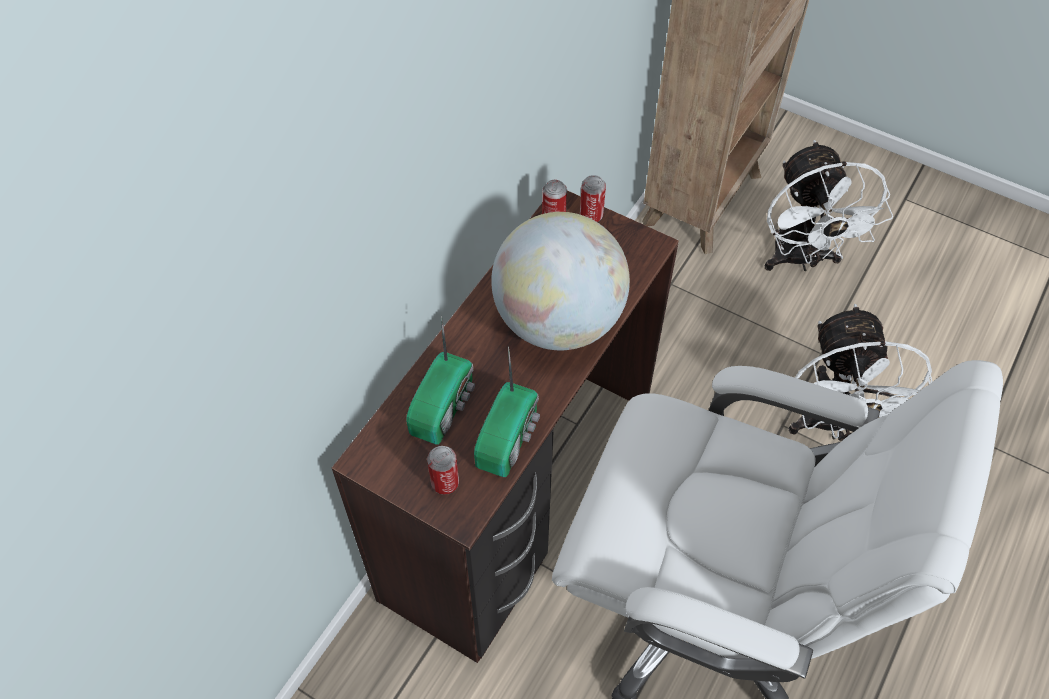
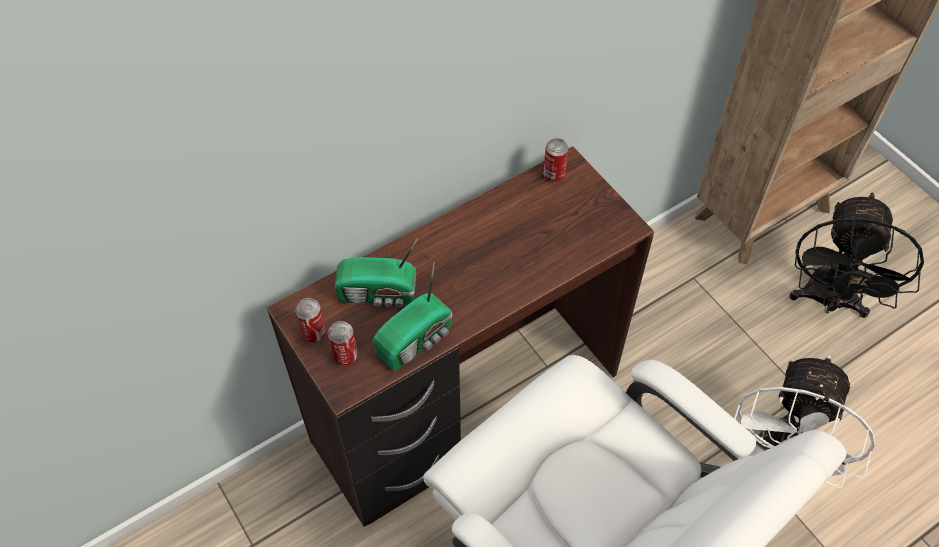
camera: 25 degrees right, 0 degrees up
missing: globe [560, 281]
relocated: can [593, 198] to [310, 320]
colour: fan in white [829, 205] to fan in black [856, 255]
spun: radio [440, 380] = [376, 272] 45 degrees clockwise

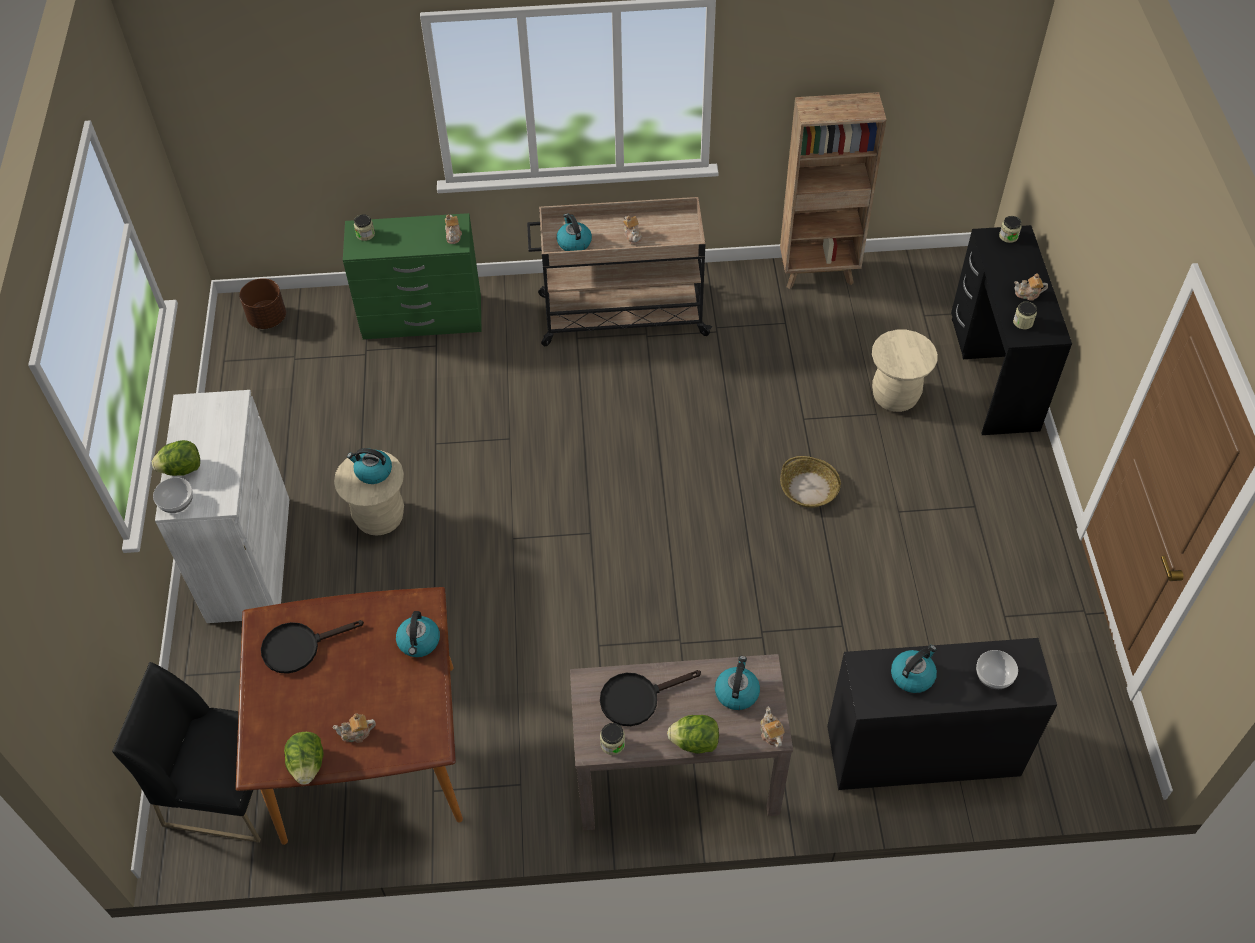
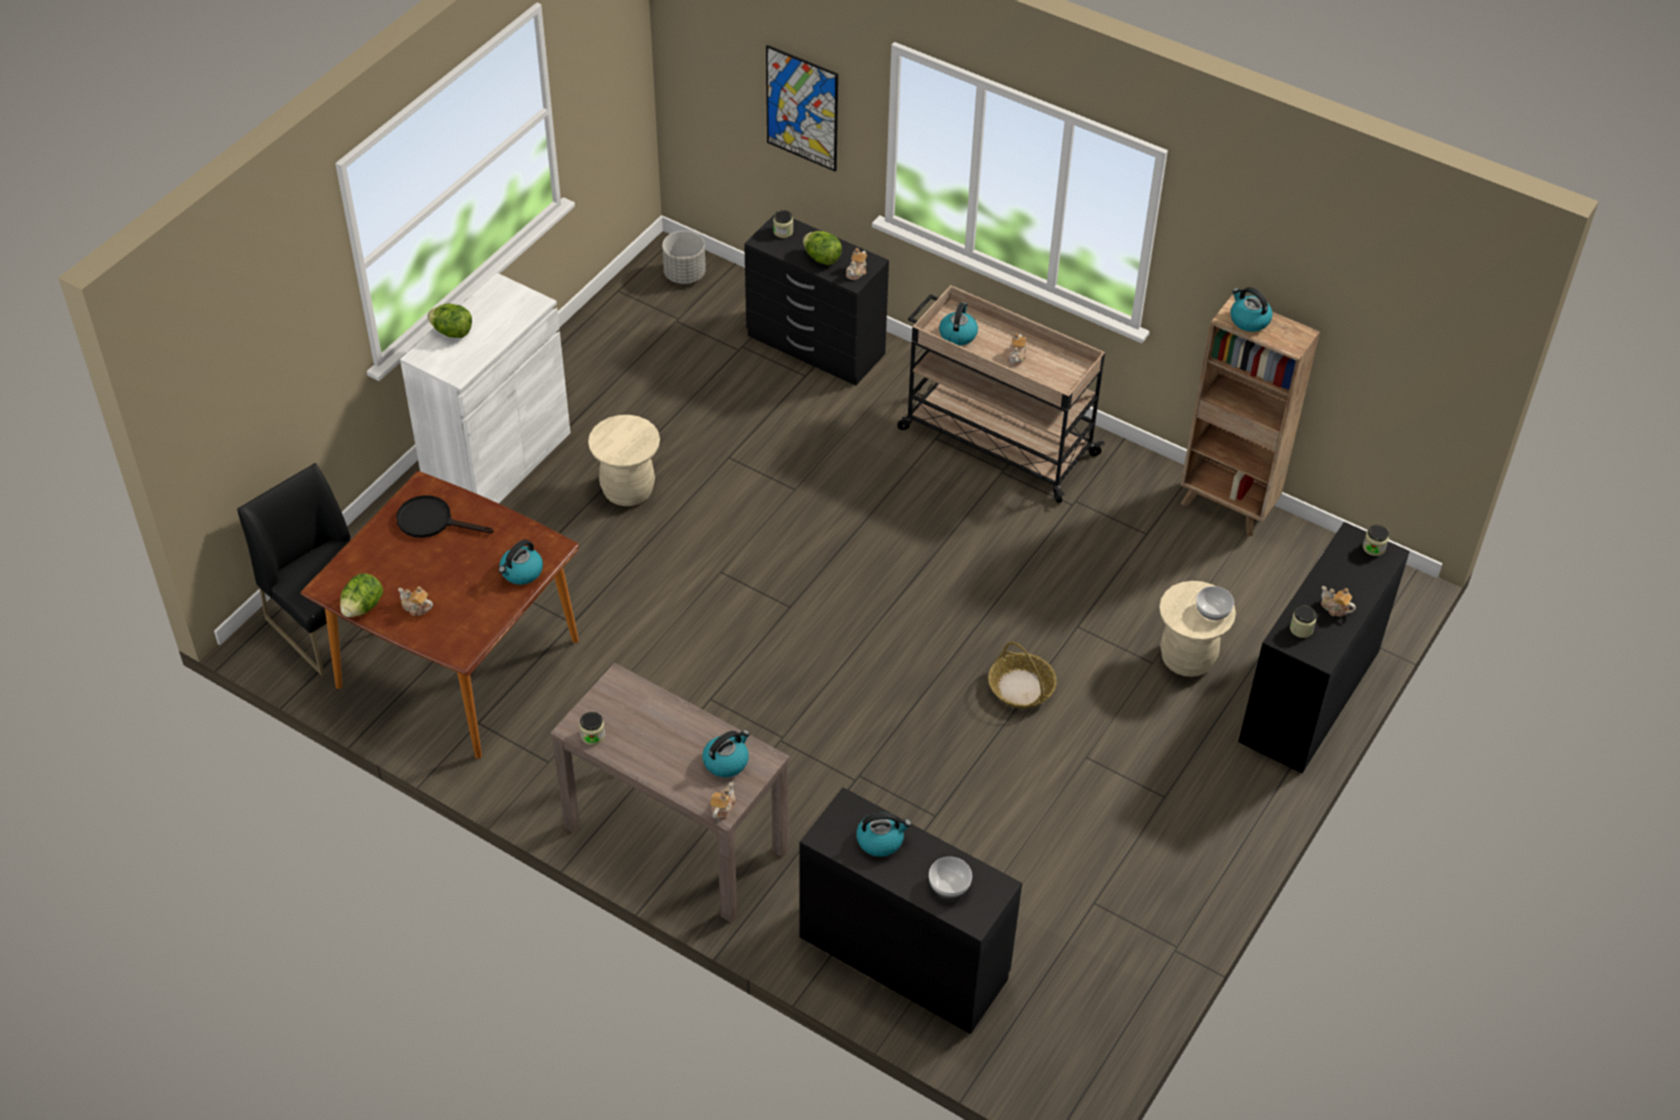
camera: 35 degrees right, 5 degrees down
missing: frying pan in black [650, 698]
appeared: picture [802, 108]
relocated: bowl [173, 495] to [1215, 603]; kettle [369, 466] to [1251, 309]; lettuce [693, 734] to [822, 248]
colour: planter in brown [262, 303] to planter in grey [684, 257]; dresser in green [412, 276] to dresser in black [816, 300]

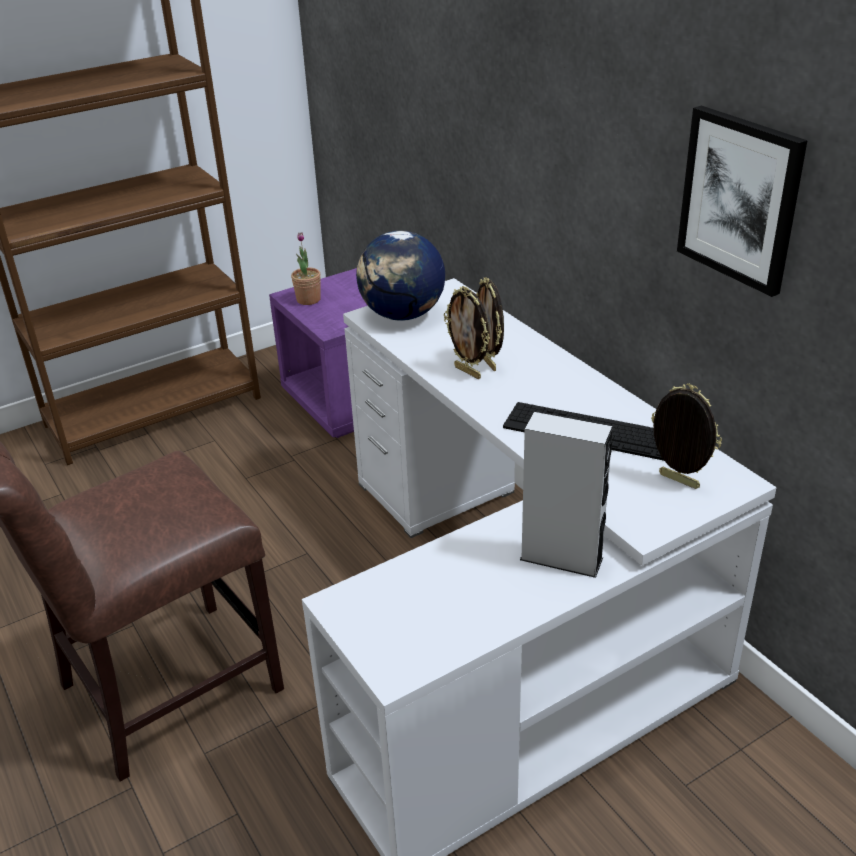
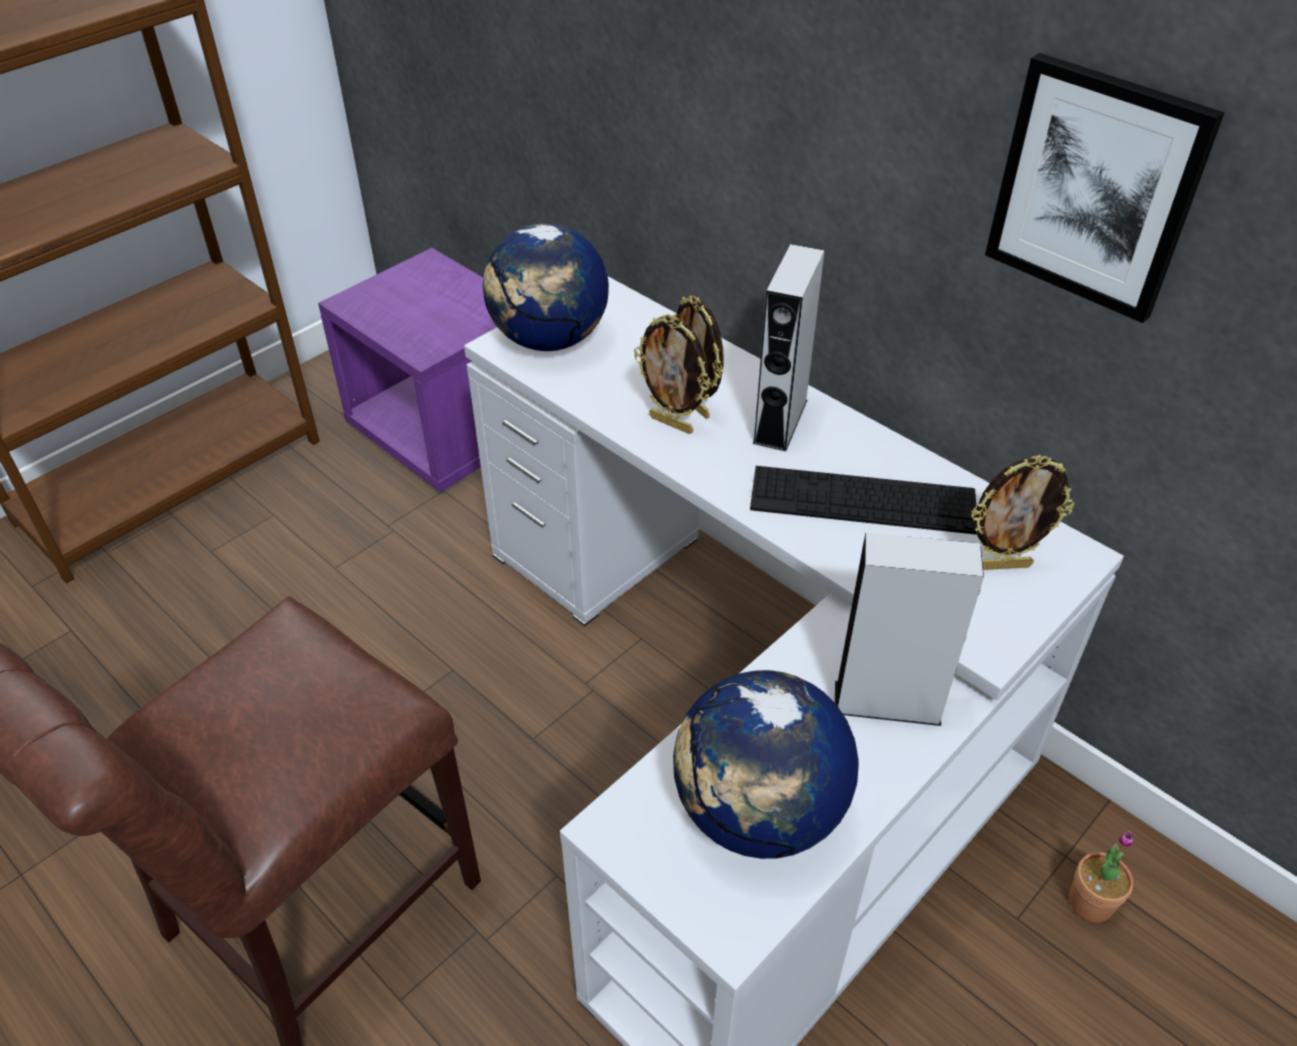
camera: 15 degrees left, 10 degrees up
appeared: globe [766, 764]; speaker in grey [788, 347]
relocated: potted plant [306, 268] to [1101, 876]
spun: picture frame [686, 436] = [1022, 512] 150 degrees clockwise

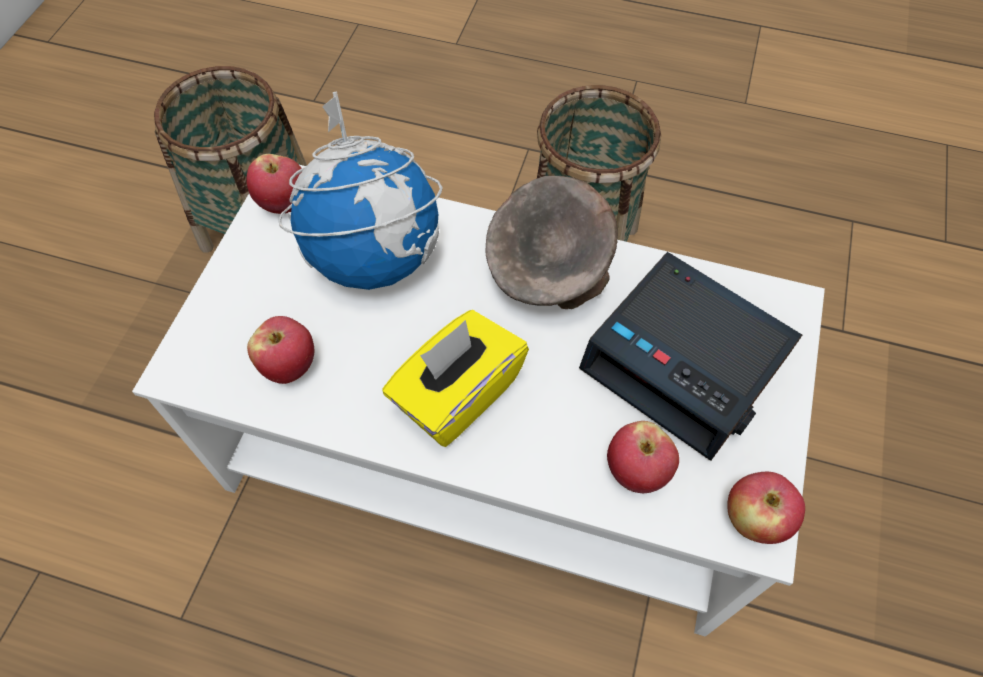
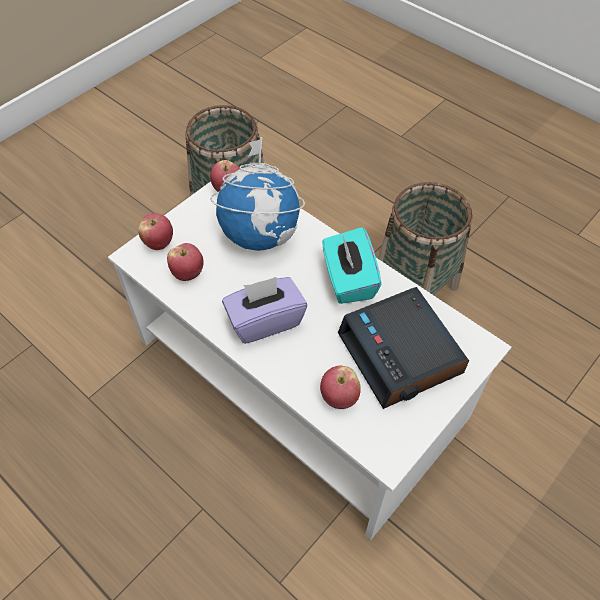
camera: 25 degrees right, 5 degrees down
relocated: apple [766, 508] to [155, 231]
exchanged: bowl in grey [551, 242] to tissue box in turquoise [351, 265]
colour: tissue box in yellow [455, 378] to tissue box in purple [264, 310]

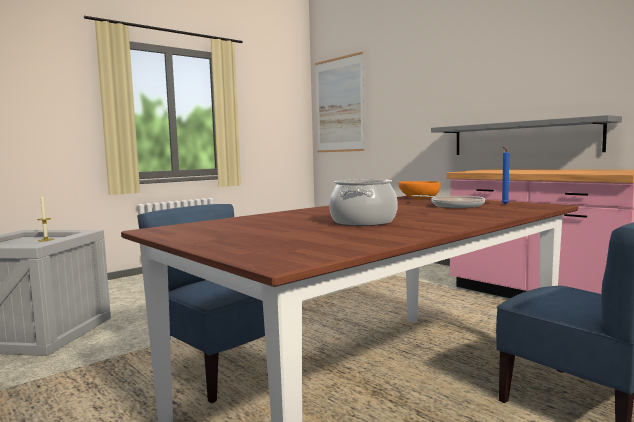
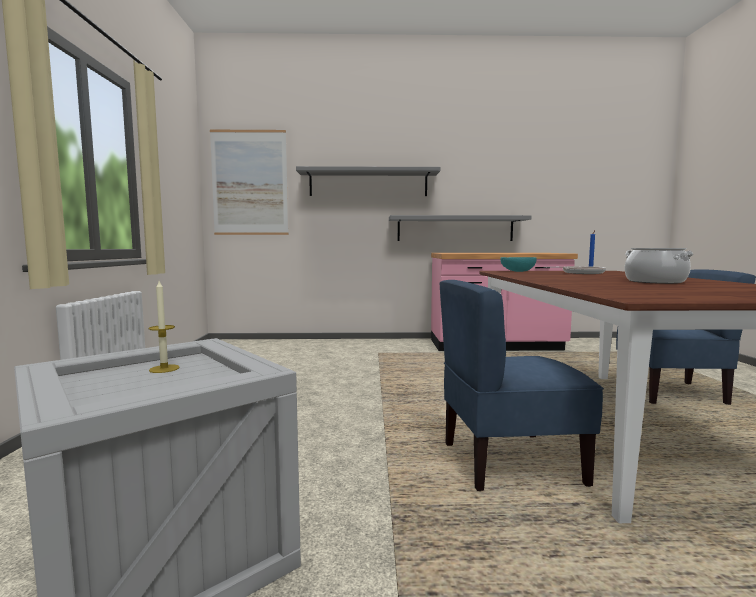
camera: 50 degrees left, 0 degrees up
appeared: shelf in grey [368, 181]
colour: bowl in orange [419, 190] to bowl in turquoise [519, 264]

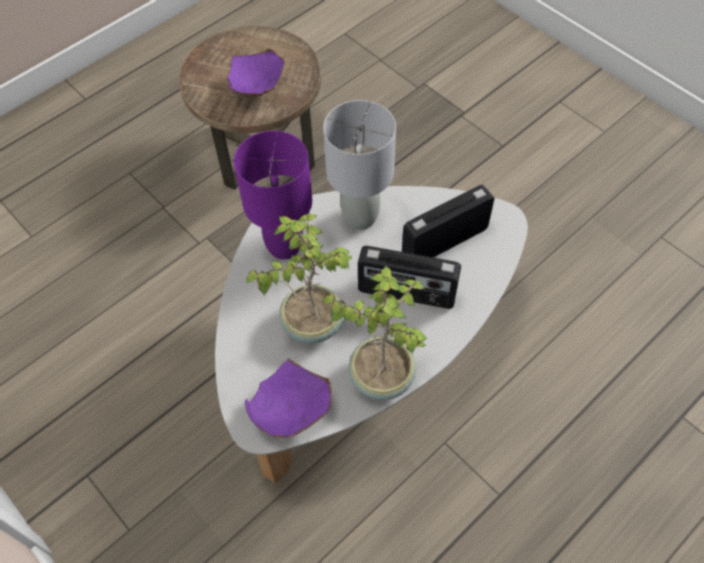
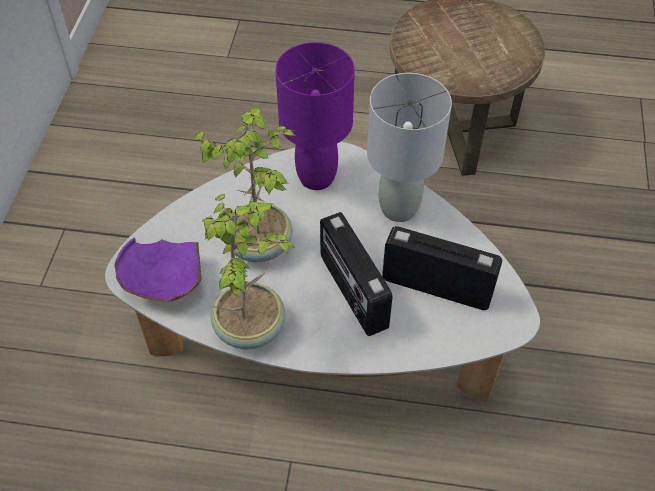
camera: 50 degrees right, 5 degrees down
missing: bowl in purple [256, 72]

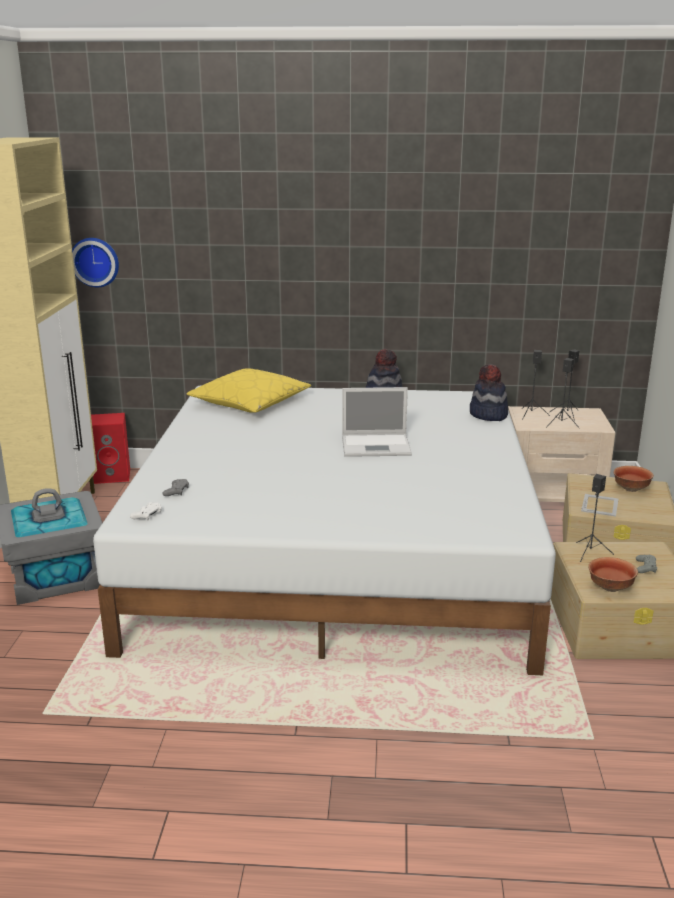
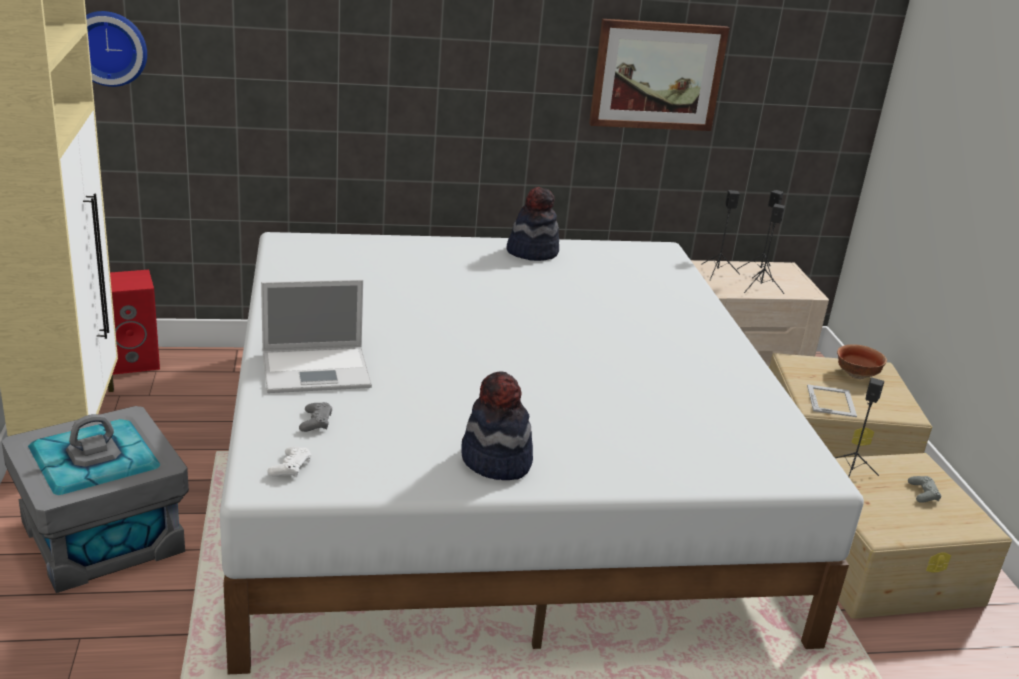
camera: 15 degrees left, 5 degrees up
missing: pillow in yellow [248, 390]; bowl [613, 574]
appeared: picture [659, 75]
relocated: laptop [377, 422] to [316, 336]; hat [489, 392] to [497, 425]

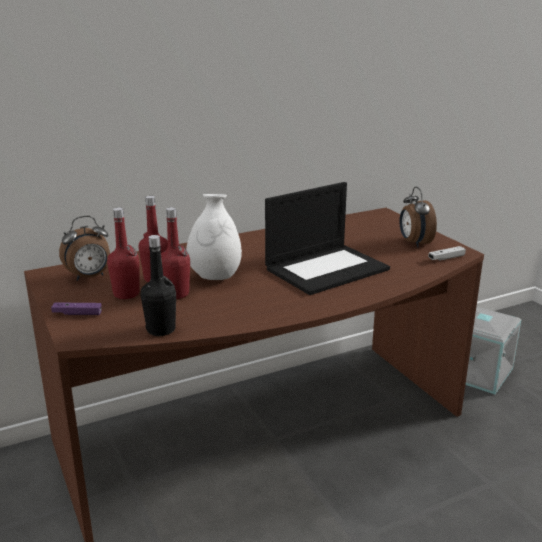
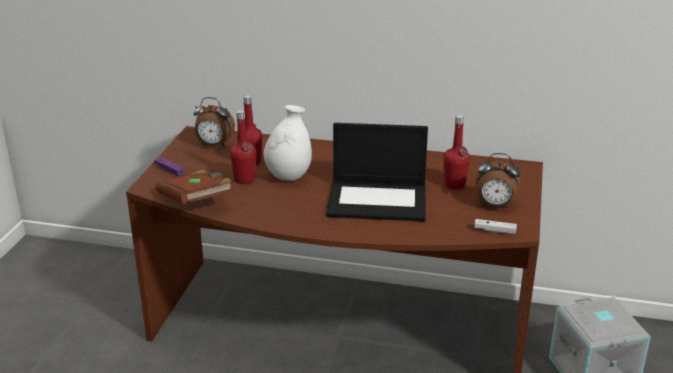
camera: 40 degrees right, 5 degrees up
relocated: bottle in red [123, 253] to [456, 152]
exchanged: bottle in black [158, 285] to book in brown [194, 187]
spun: alarm clock [418, 217] = [498, 181] 105 degrees counterclockwise

